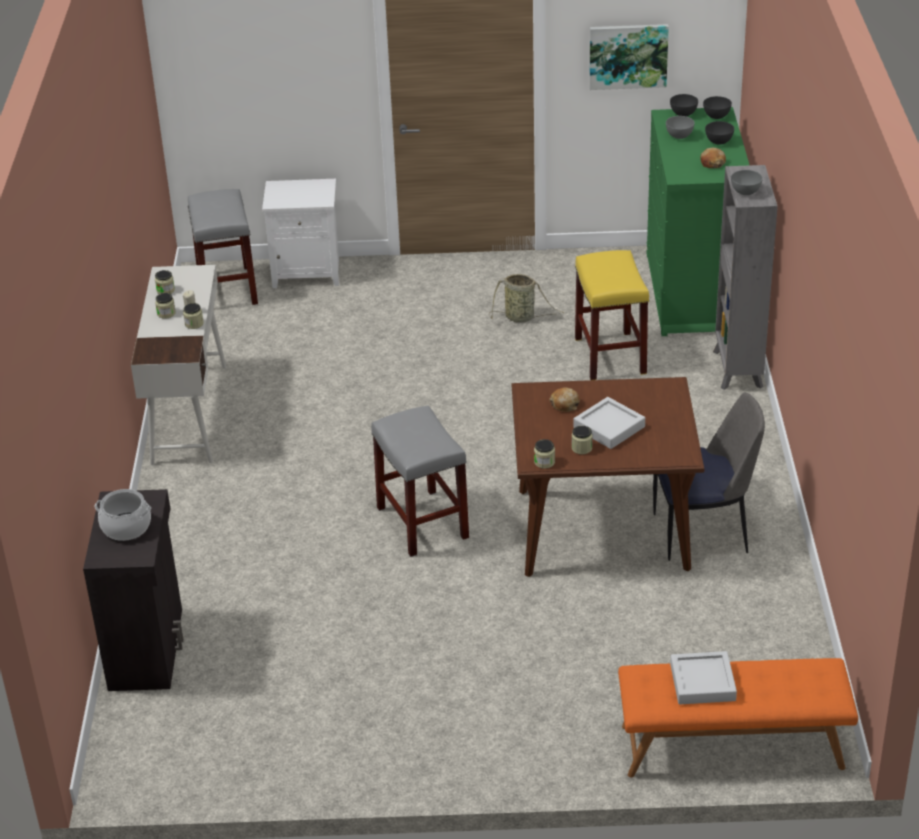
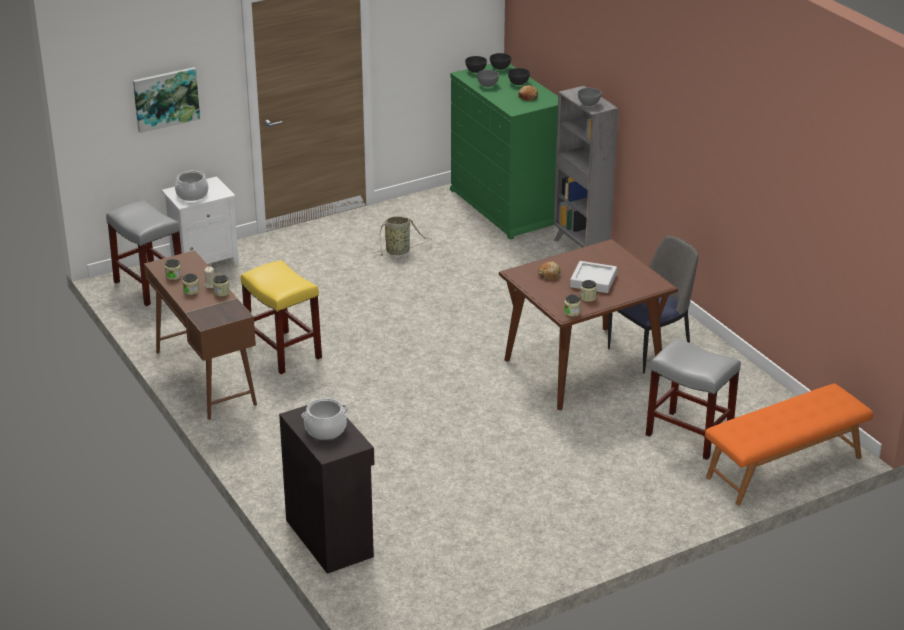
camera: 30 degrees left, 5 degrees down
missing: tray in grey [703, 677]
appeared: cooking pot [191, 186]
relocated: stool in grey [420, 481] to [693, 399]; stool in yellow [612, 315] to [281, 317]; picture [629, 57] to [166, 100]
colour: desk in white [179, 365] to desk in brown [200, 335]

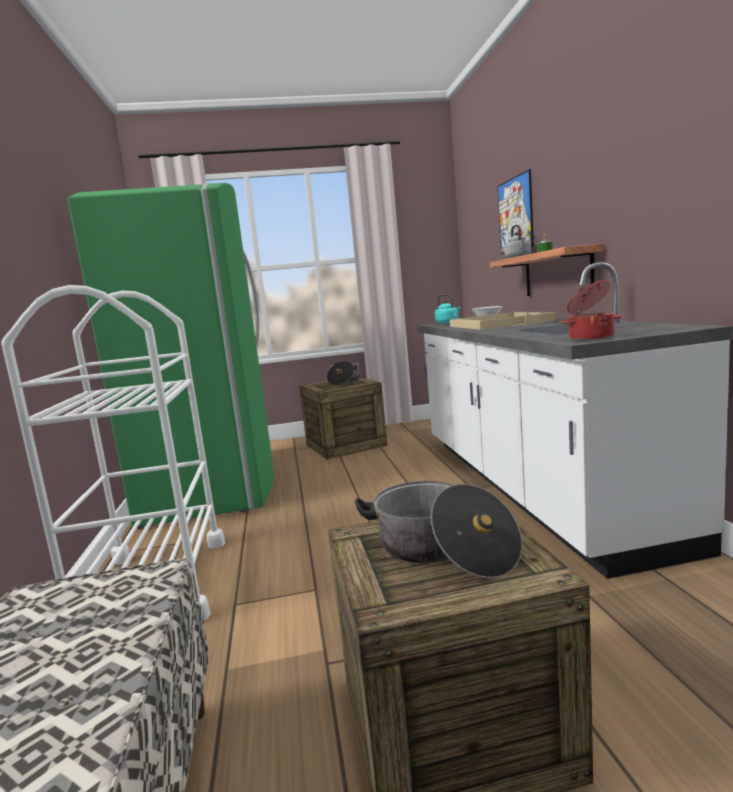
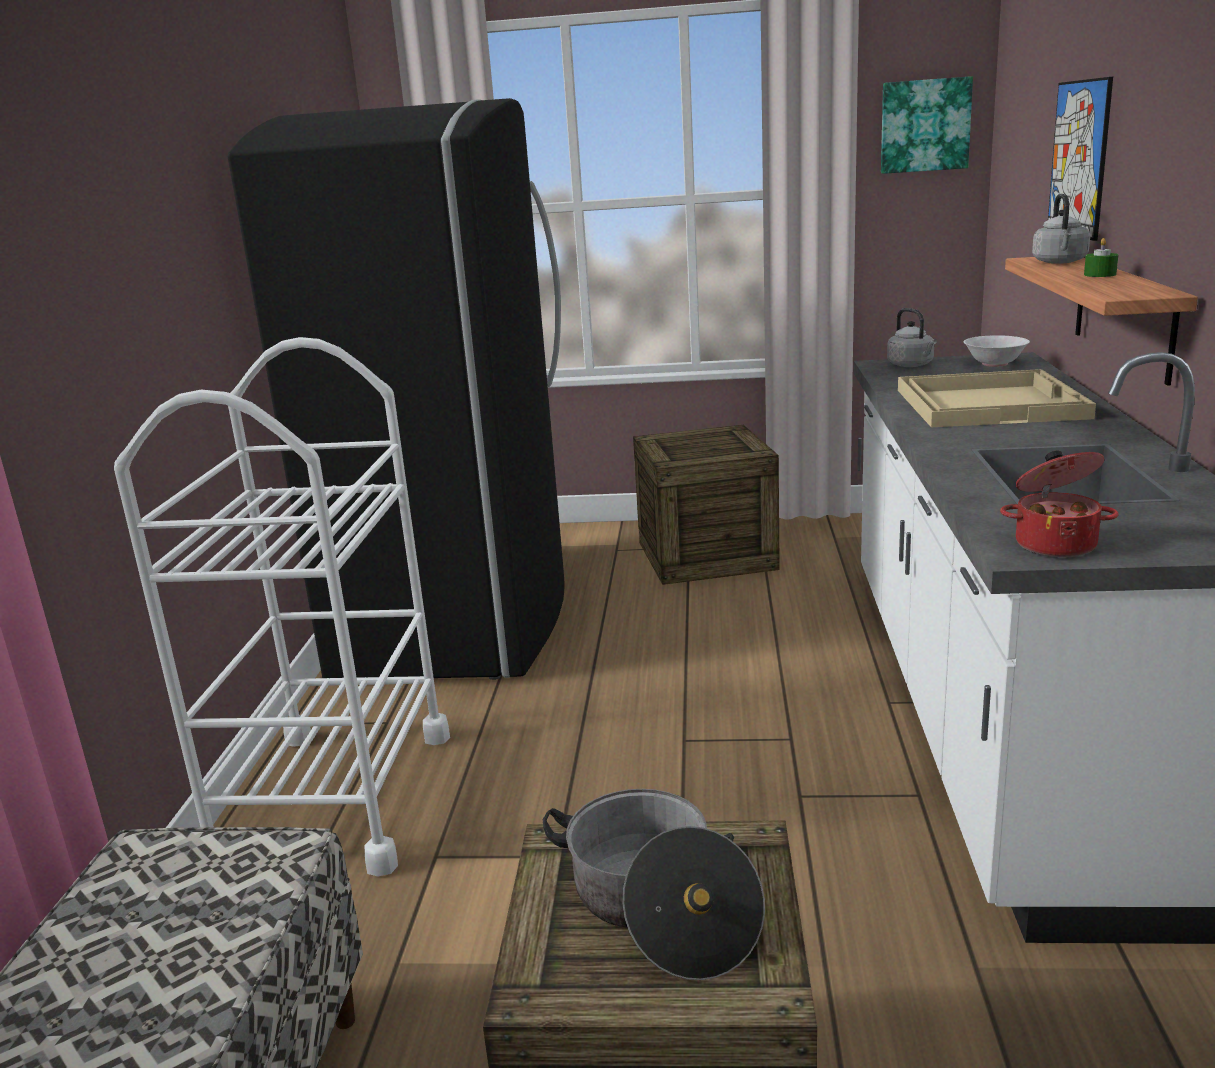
camera: 15 degrees right, 10 degrees up
missing: cooking pot [343, 373]
appeared: picture [927, 125]
colour: fridge in green [171, 356] to fridge in black [396, 389]; kettle in turquoise [448, 309] to kettle in grey [912, 337]

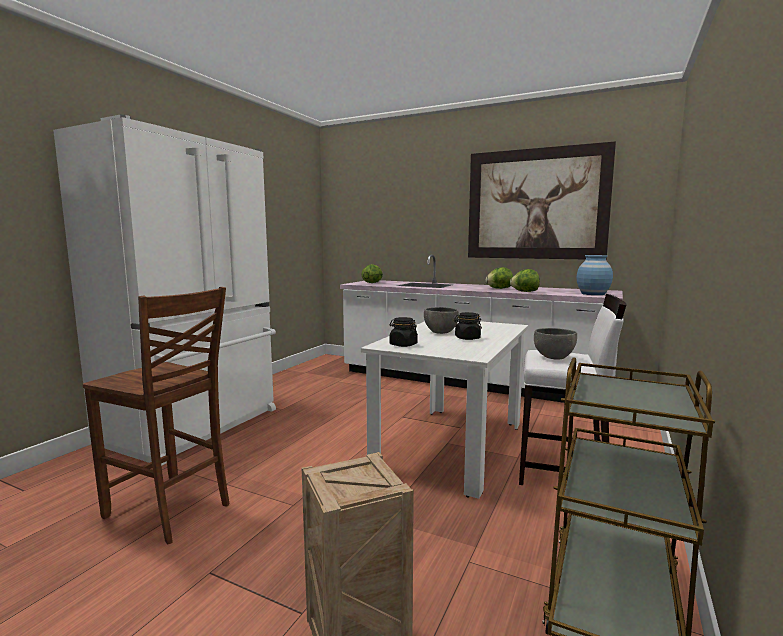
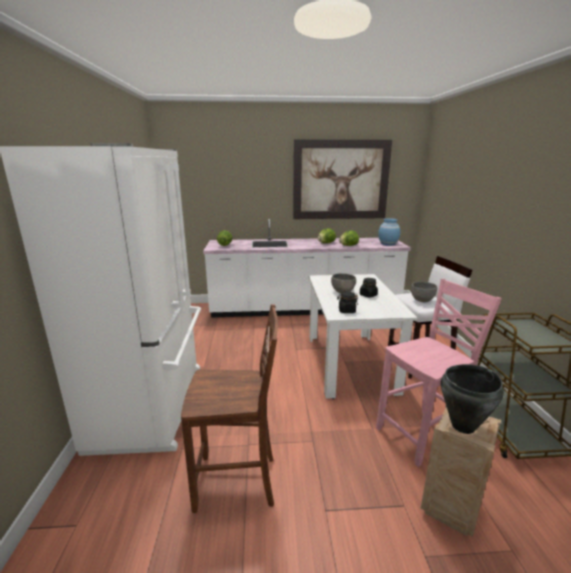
camera: 30 degrees left, 10 degrees up
appeared: chair in pink [439, 373]; cooking pot in black [472, 399]

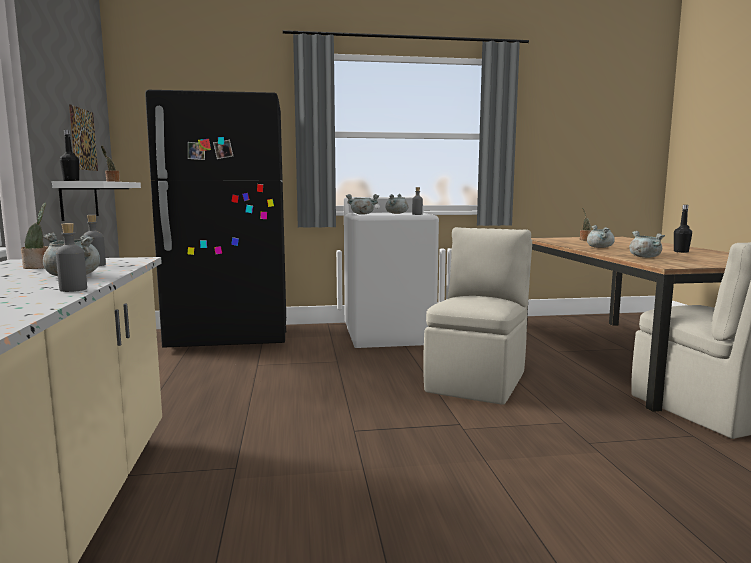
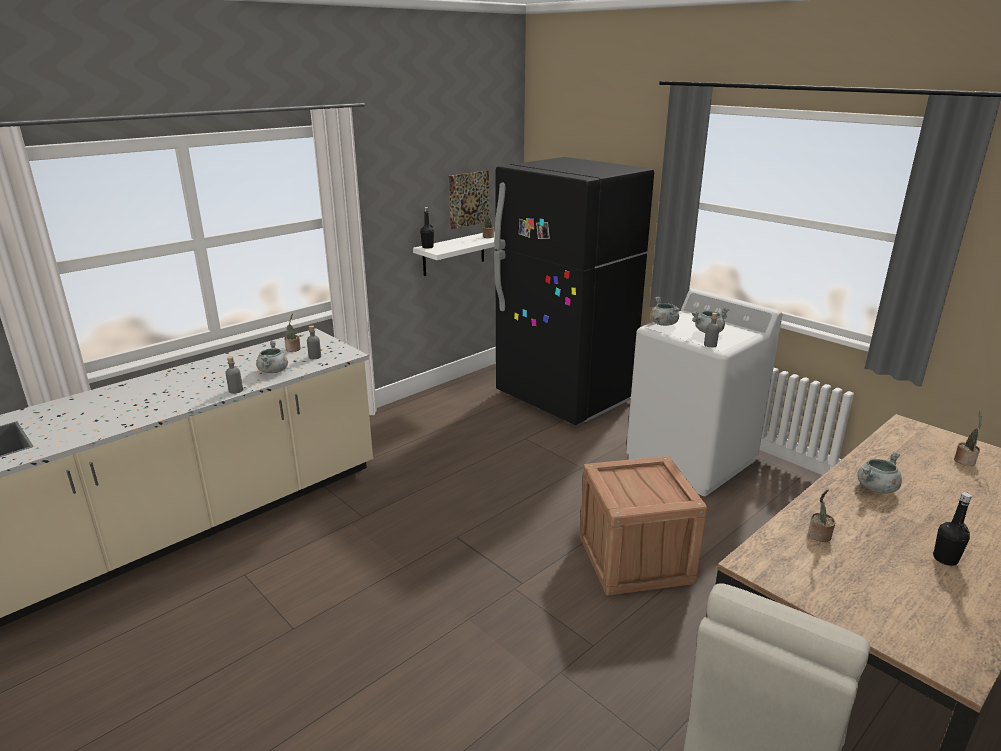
camera: 55 degrees right, 15 degrees up
exchanged: chair in beige [477, 316] to crate [643, 525]; cooking pot in grey [647, 244] to potted plant [822, 515]

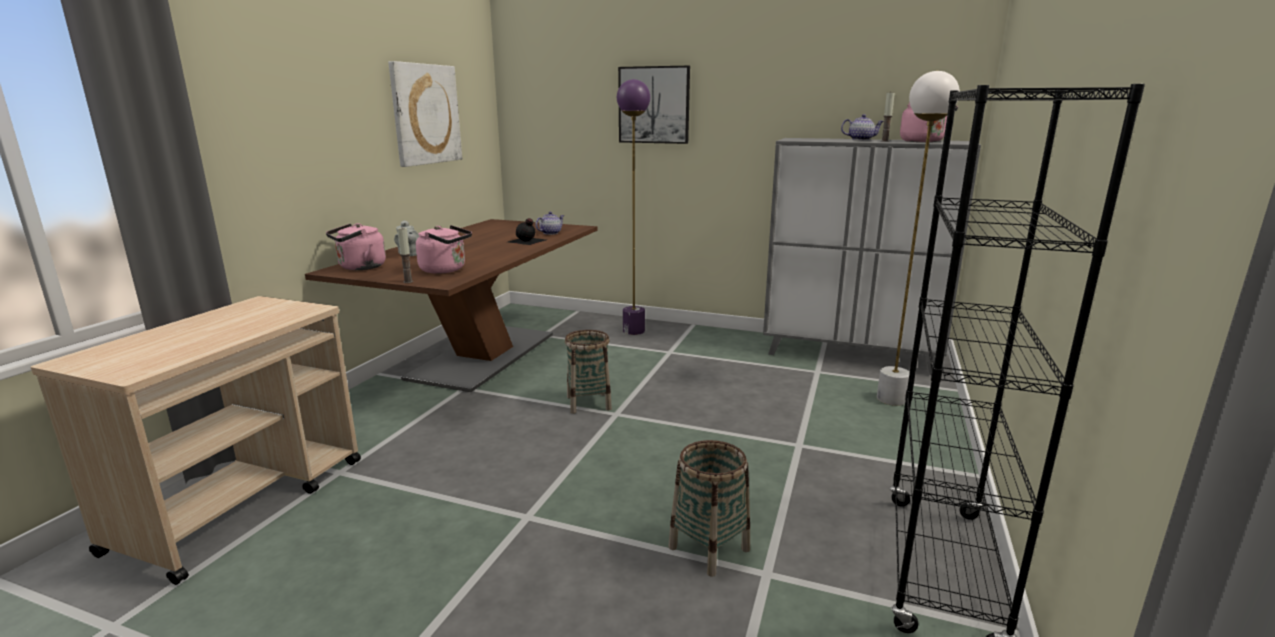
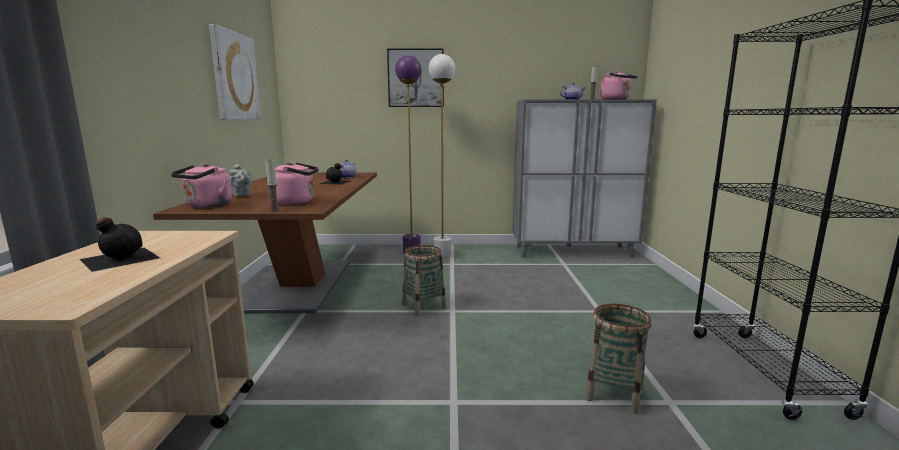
camera: 20 degrees left, 5 degrees down
appeared: bottle in black [119, 244]
relocated: floor lamp in white [918, 238] to [442, 156]

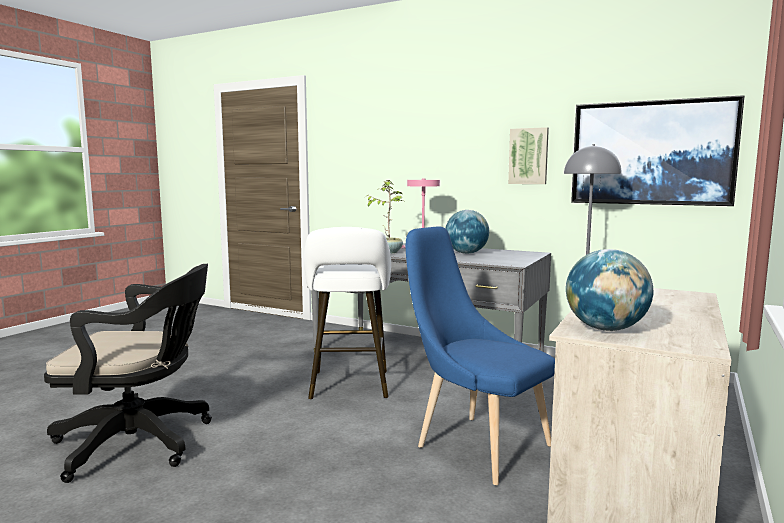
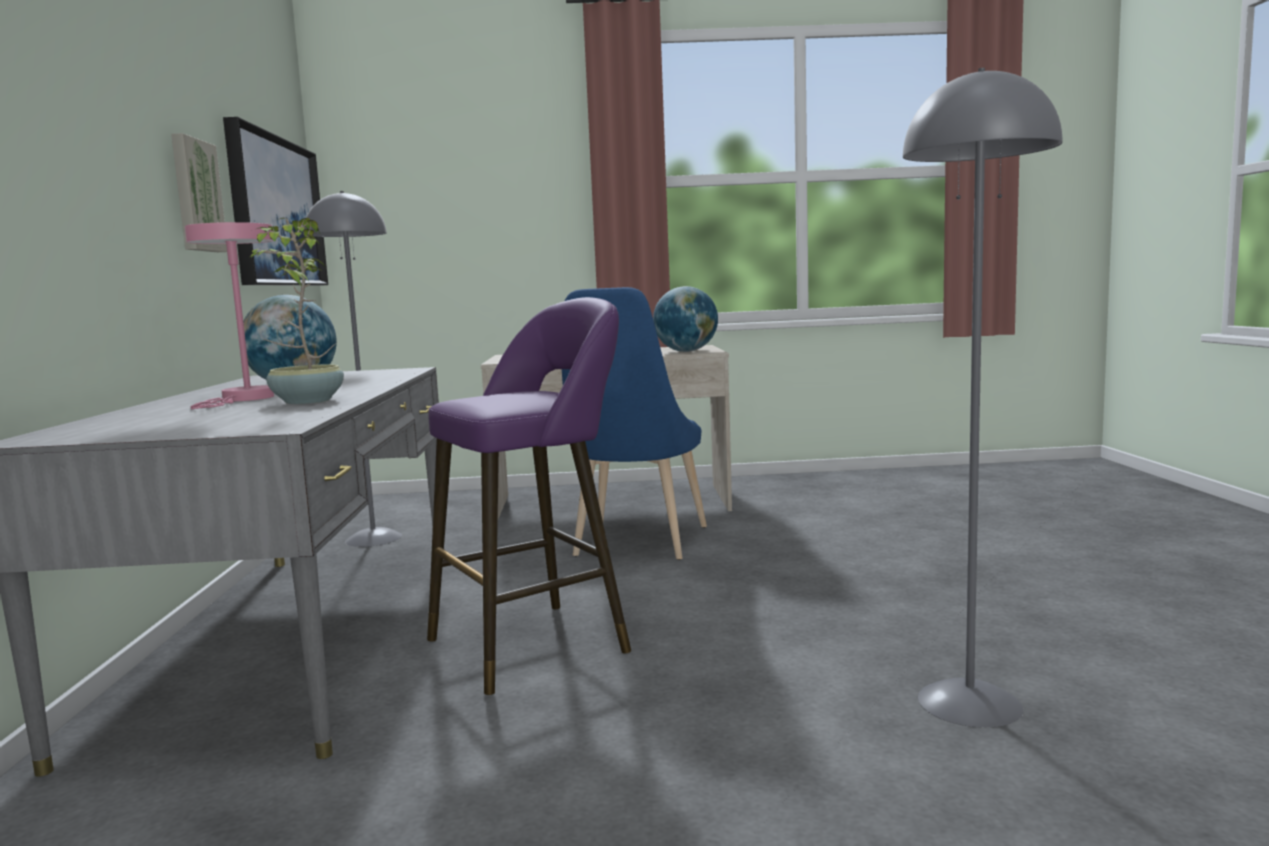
camera: 120 degrees left, 0 degrees up
exchanged: office chair in black [128, 373] to floor lamp in grey [983, 398]
colour: stool in white [347, 313] to stool in purple [529, 496]

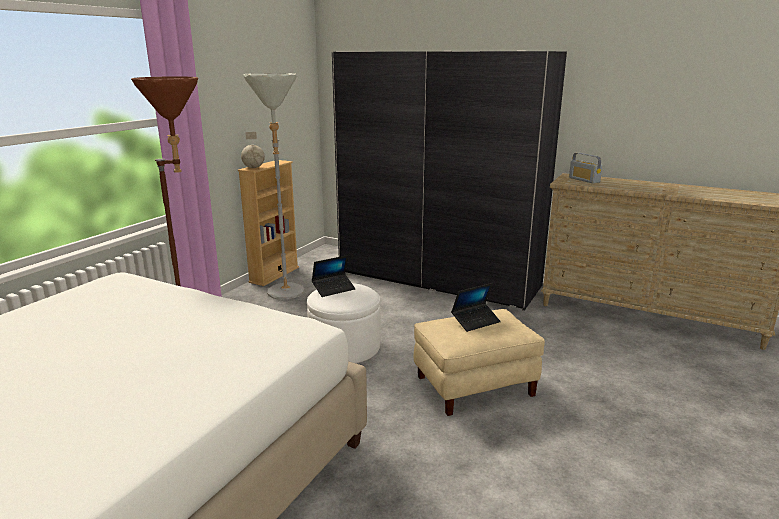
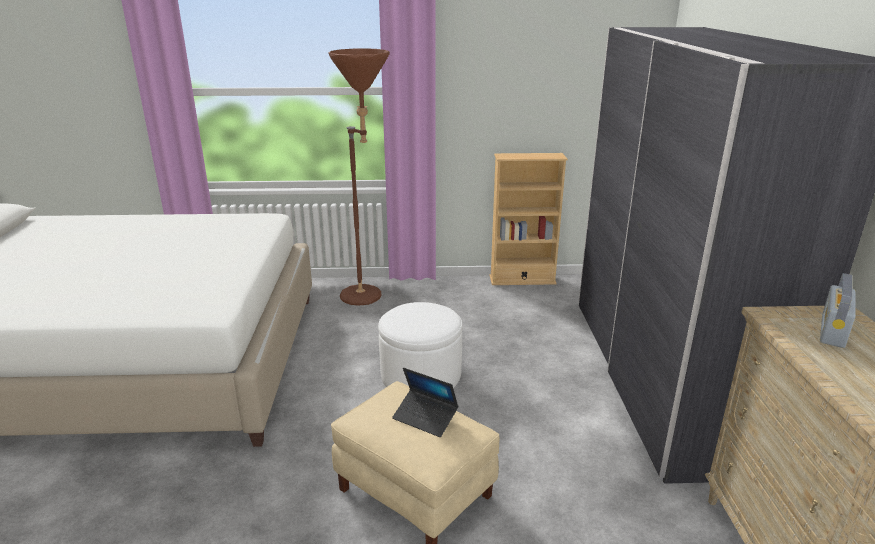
camera: 60 degrees right, 5 degrees up
missing: globe [253, 150]; floor lamp in grey [274, 186]; laptop [333, 276]

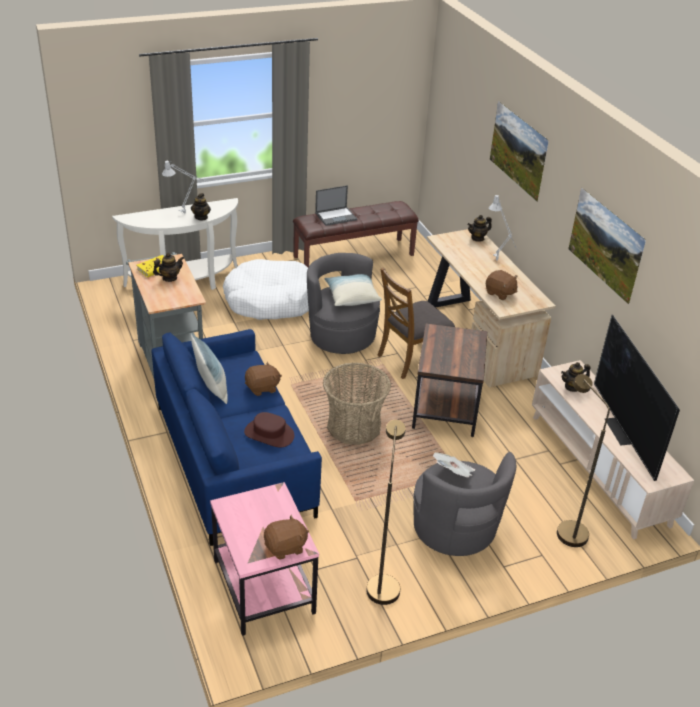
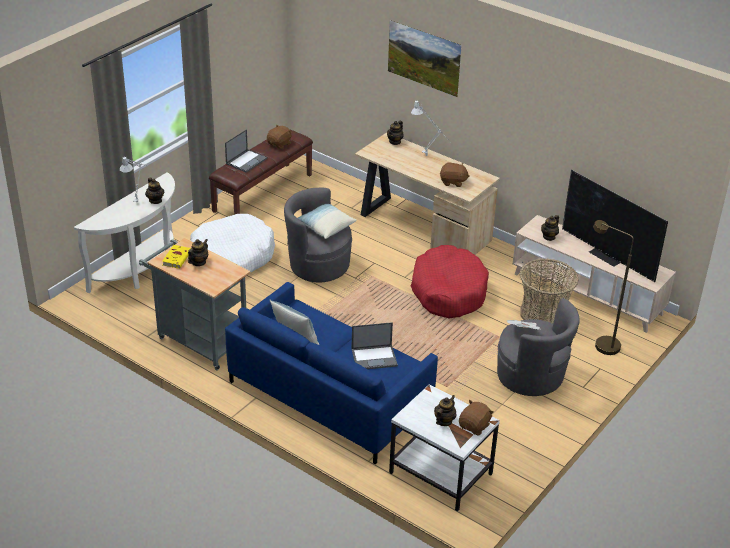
camera: 30 degrees left, 0 degrees up
missing: floor lamp in brown [386, 512]; chair in brown [416, 323]; picture [607, 245]
appeared: teapot [445, 410]
relocated: plush toy in brown [263, 378] to [279, 137]; basket [357, 404] to [549, 291]
exchanged: hat in brown [269, 429] to laptop [374, 345]; side table in brown [449, 380] to dog bed in red [450, 282]
colour: side table in pink [264, 559] to side table in white [444, 447]

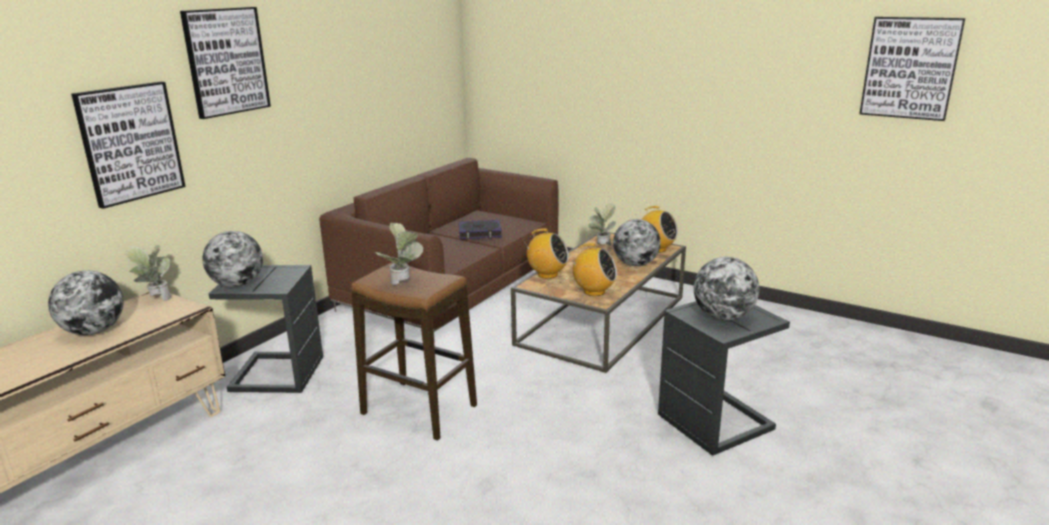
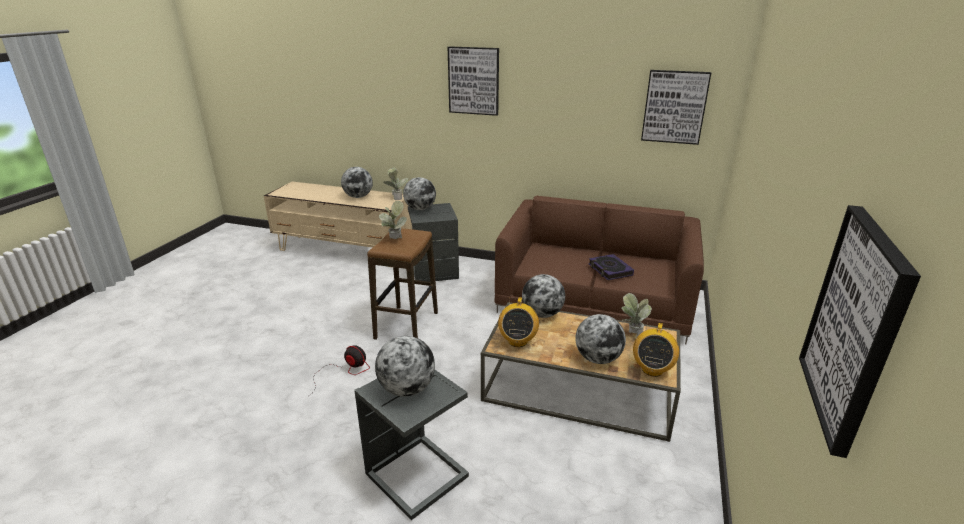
camera: 75 degrees right, 5 degrees up
appeared: fan [340, 370]
relocated: picture [128, 145] to [676, 107]
exchanged: radio [545, 253] to globe [543, 296]

